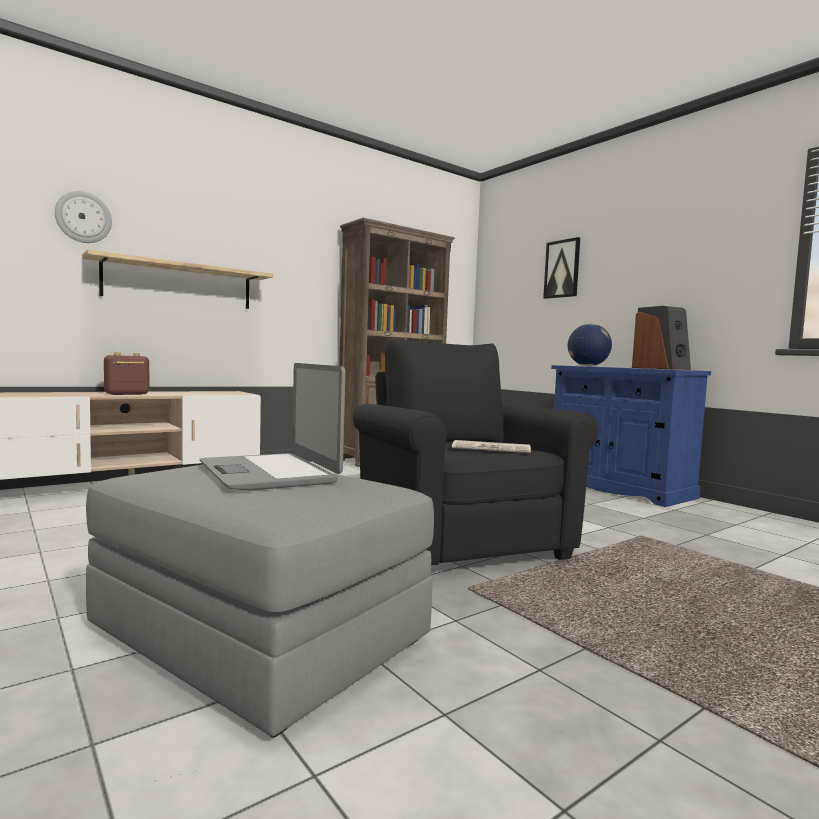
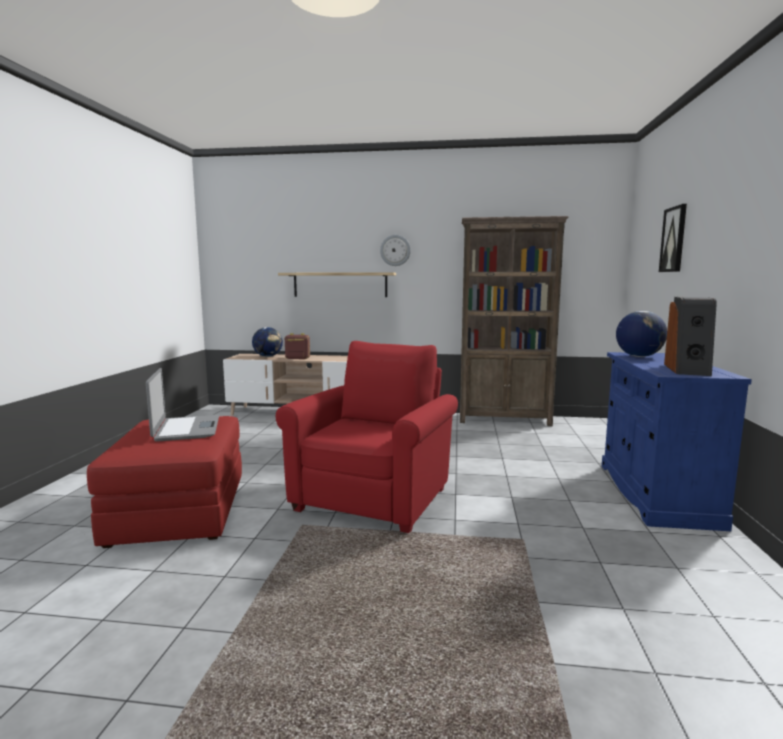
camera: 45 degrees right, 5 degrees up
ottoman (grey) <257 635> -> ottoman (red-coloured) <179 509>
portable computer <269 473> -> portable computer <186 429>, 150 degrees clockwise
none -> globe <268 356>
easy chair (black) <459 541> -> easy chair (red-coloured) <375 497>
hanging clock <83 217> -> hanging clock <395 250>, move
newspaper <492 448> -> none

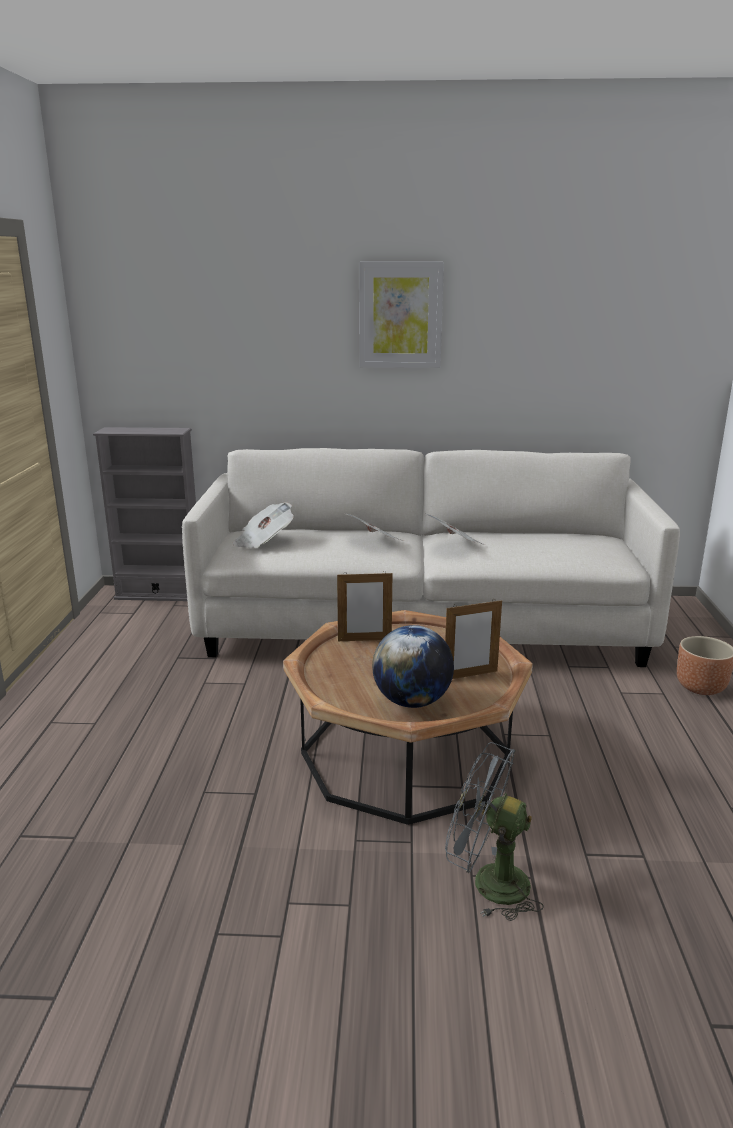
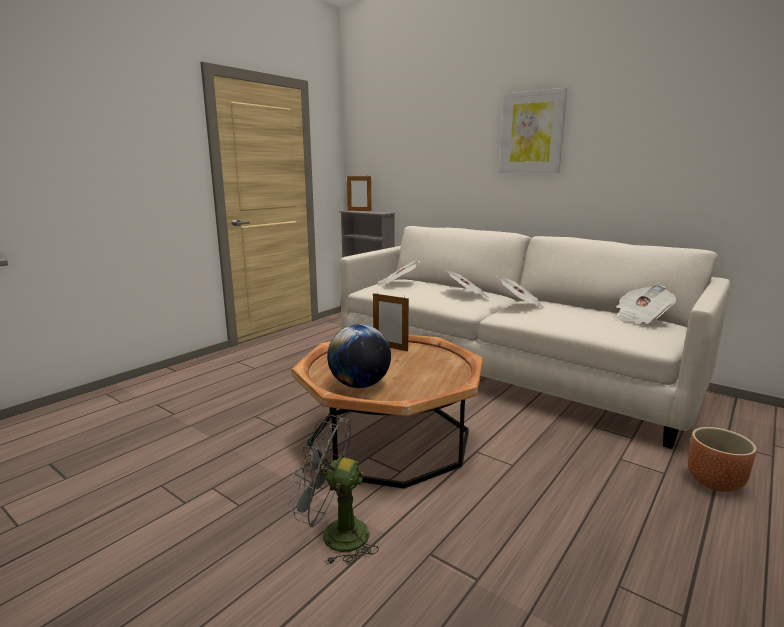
camera: 35 degrees right, 5 degrees down
electric fan (grey) <488 882> -> electric fan (grey) <334 535>, 45 degrees counterclockwise
picture frame <470 675> -> picture frame <359 210>, move
none -> newspaper <640 318>

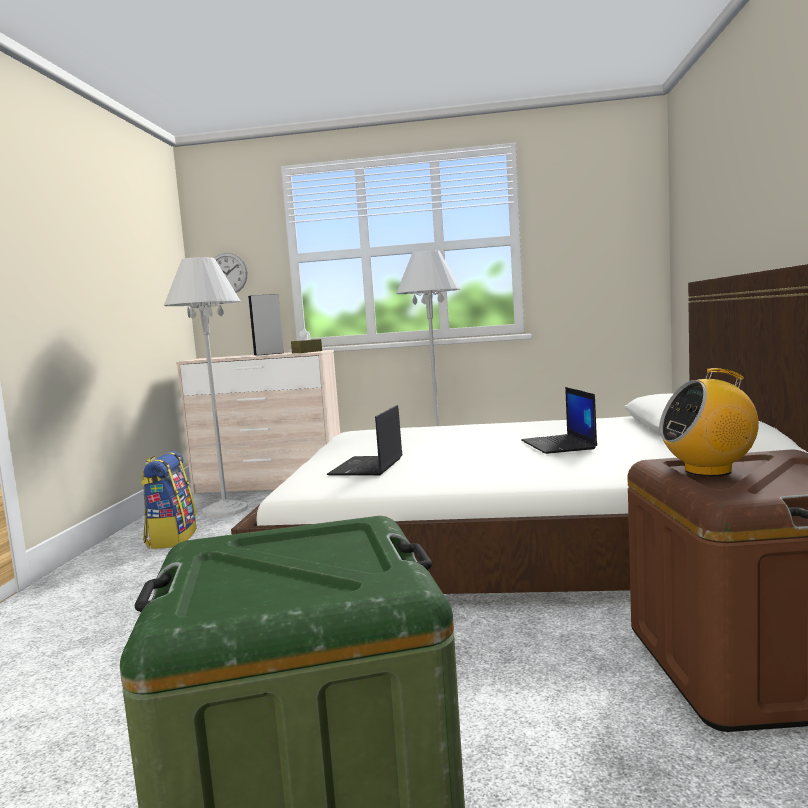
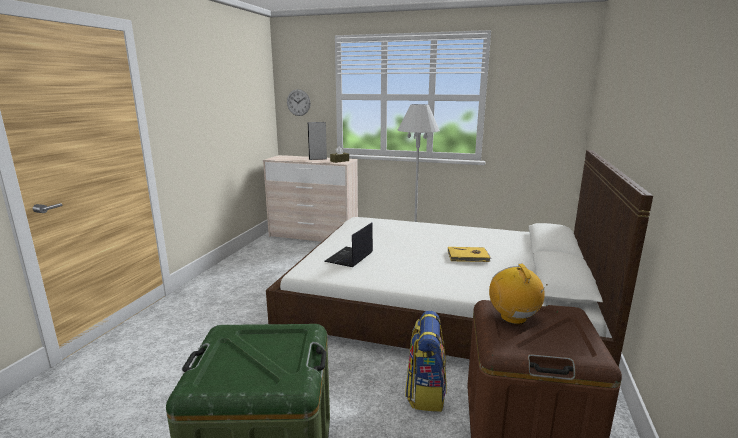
camera: 10 degrees right, 10 degrees up
knapsack <171 538> -> knapsack <425 392>, move
portable computer <559 445> -> volume (yellow) <468 256>
radio set <708 470> -> radio set <513 318>, 75 degrees clockwise
standing lamp (whitish) <225 510> -> none

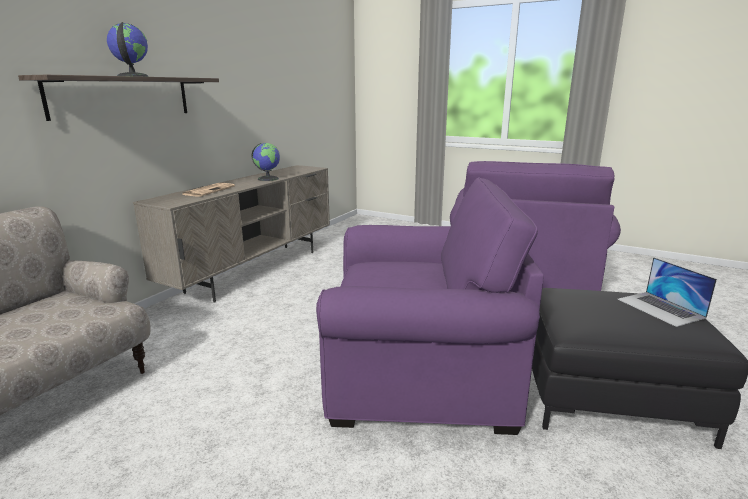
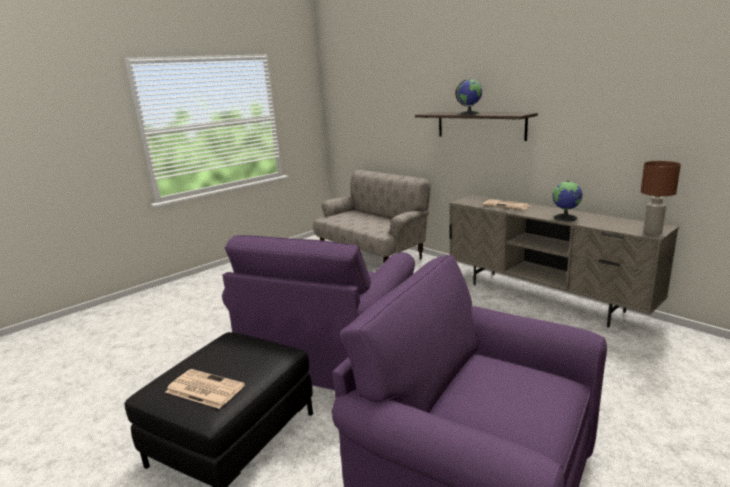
camera: 110 degrees right, 0 degrees up
portable computer <660 308> -> newspaper <203 389>
none -> table lamp (brownish) <652 232>

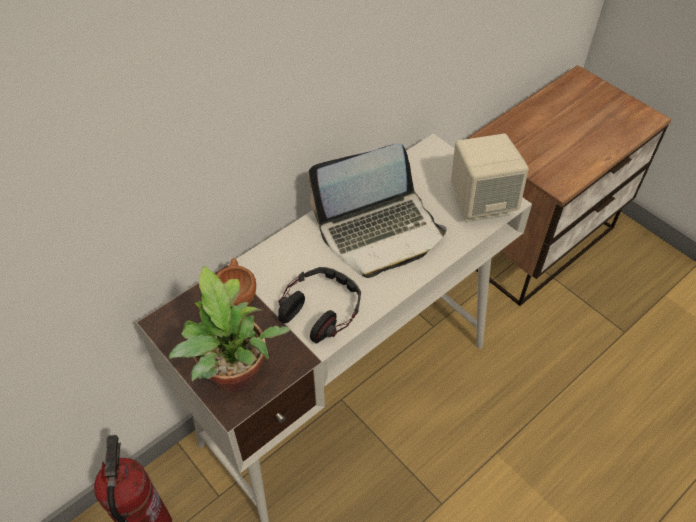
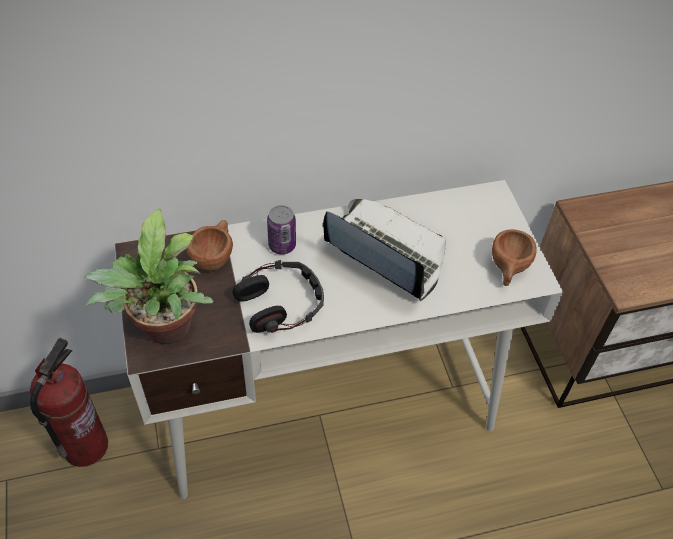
camera: 25 degrees right, 0 degrees up
none -> sealed can <282 245>
portable computer <379 231> -> portable computer <385 254>, 150 degrees counterclockwise
speaker (beige-coloured) <481 203> -> drinking cup (brownish) <508 269>

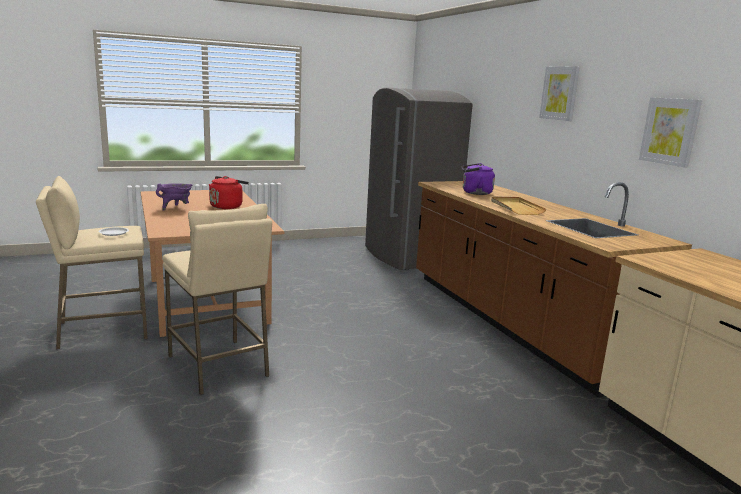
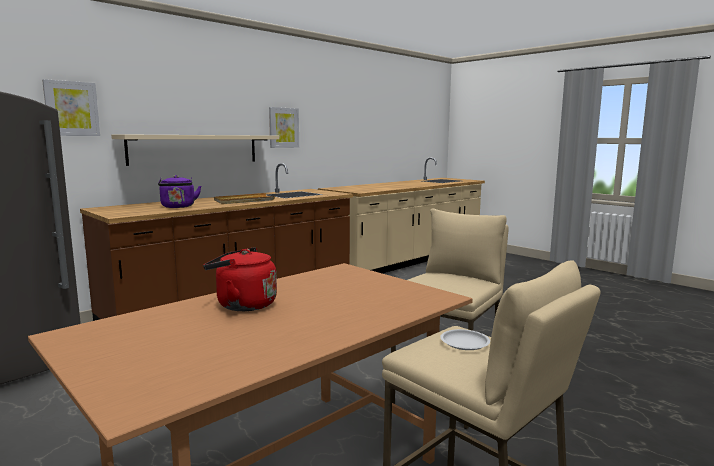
camera: 110 degrees left, 5 degrees down
picture <560 93> -> picture <71 108>, move
none -> shelf (beige-coloured) <195 149>
saucepot (purplish) <176 208> -> none

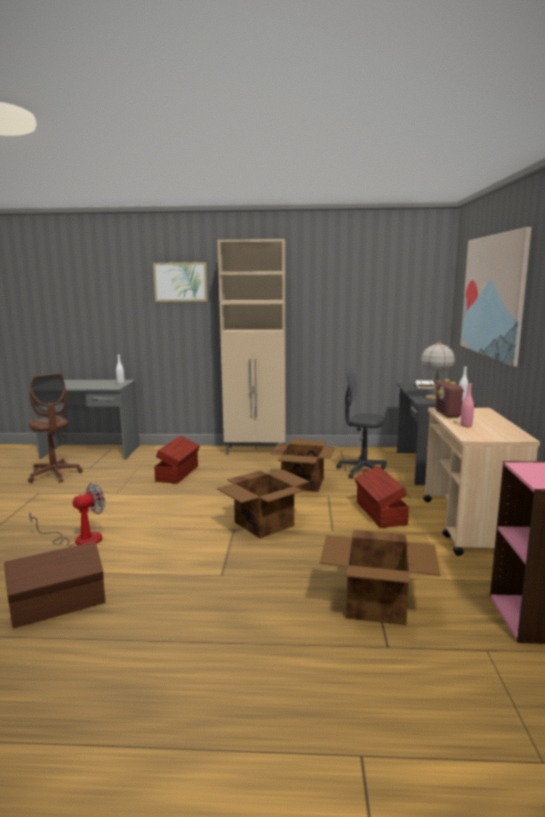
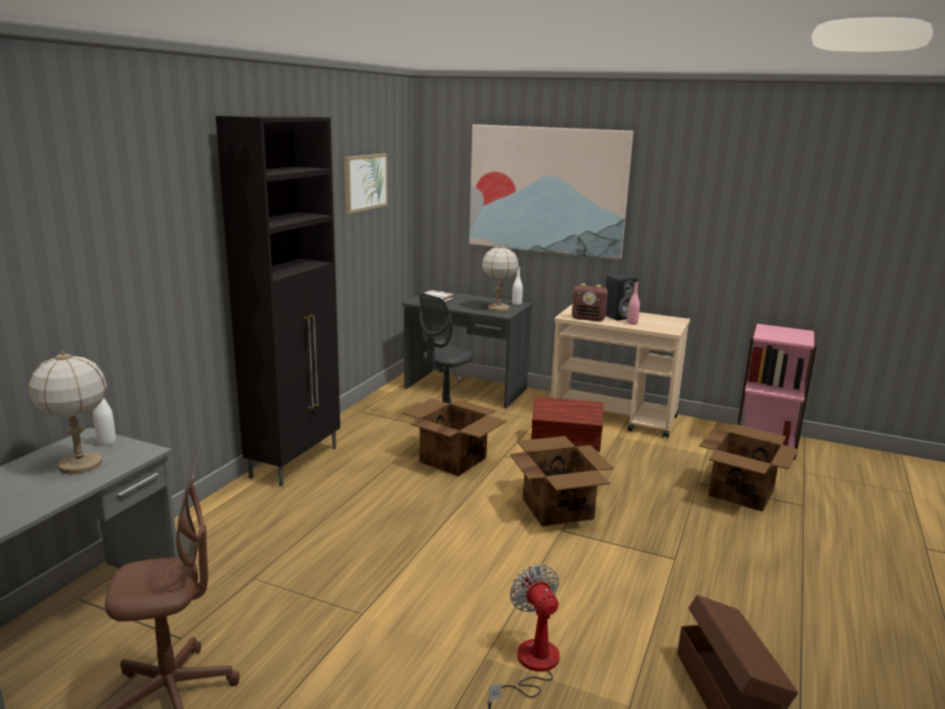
camera: 70 degrees left, 5 degrees up
none -> table lamp <80 465>
cupboard (beige-coloured) <256 451> -> cupboard (black) <296 462>
picture <180 282> -> picture <365 182>, move
none -> speaker (black) <619 316>
storage box (brownish) <178 473> -> none

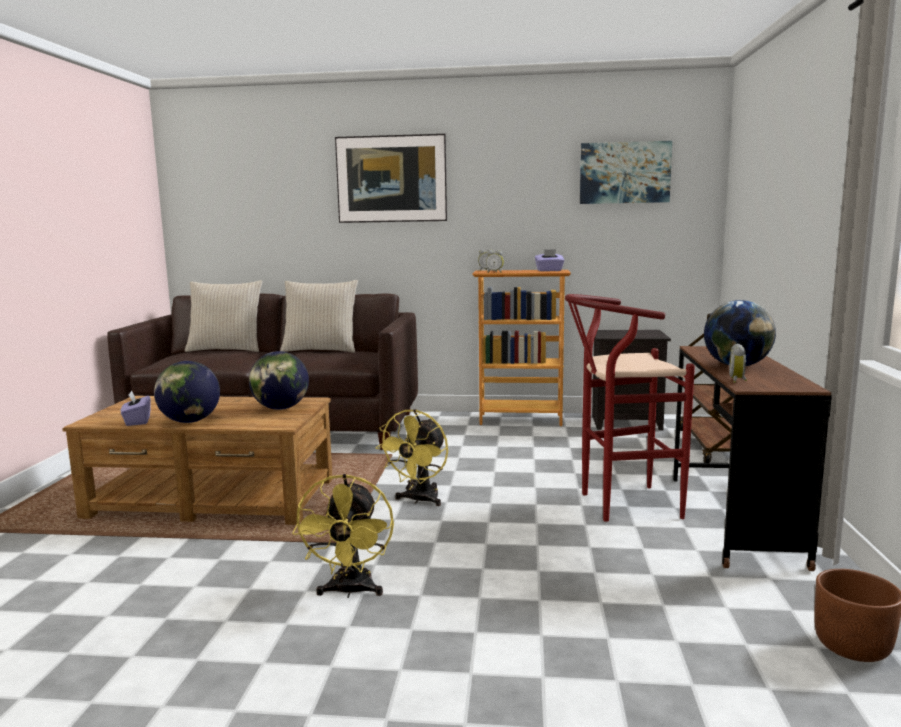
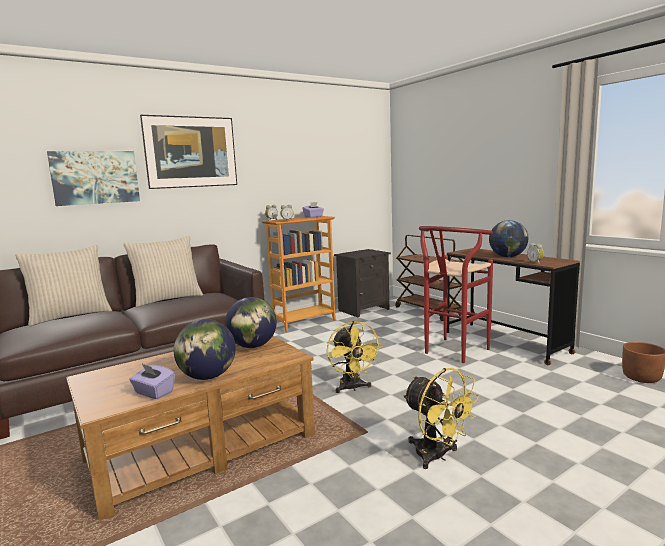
camera: 40 degrees left, 0 degrees up
picture <624 173> -> picture <95 177>, move

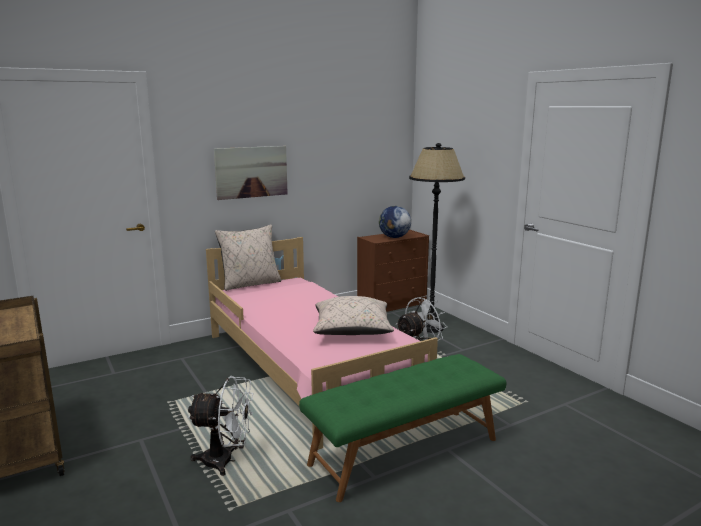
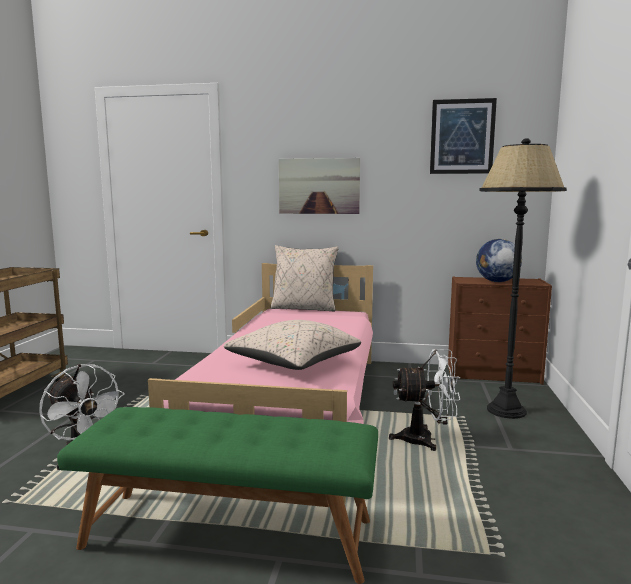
camera: 40 degrees right, 5 degrees down
none -> picture <462 137>

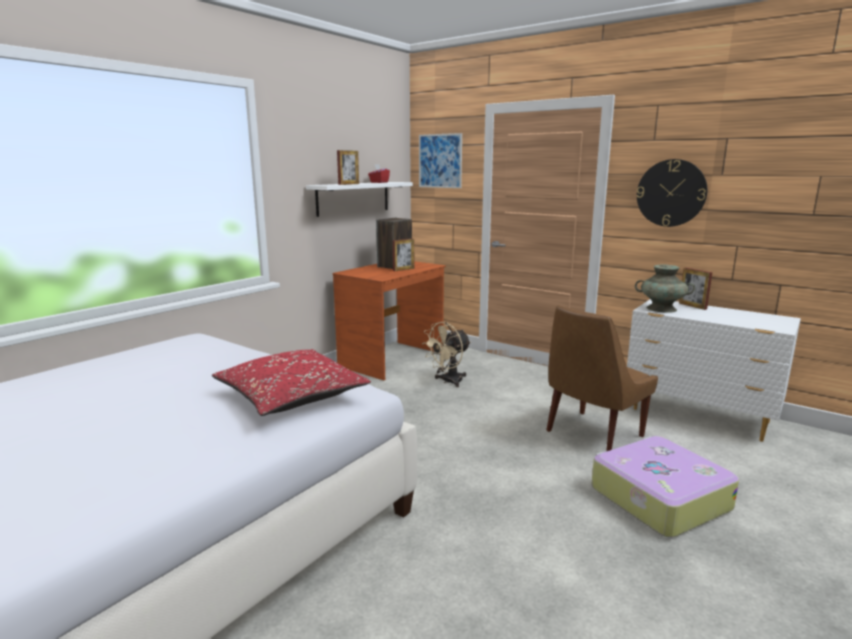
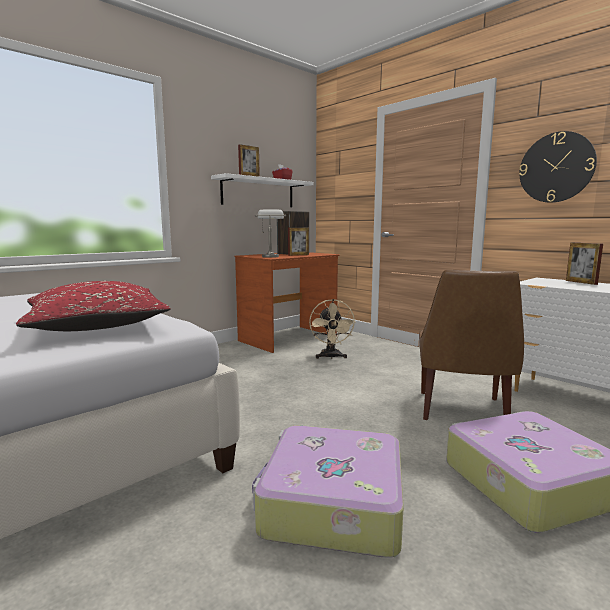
camera: 10 degrees right, 5 degrees down
none -> suitcase <331 504>
none -> table lamp (grey) <270 256>
electric fan (beige-coloured) <448 381> -> electric fan (beige-coloured) <331 357>, 60 degrees counterclockwise
upright chair (brownish) <592 434> -> upright chair (brownish) <461 411>, 45 degrees counterclockwise
picture <440 161> -> none
vase (turquoise) <661 309> -> none

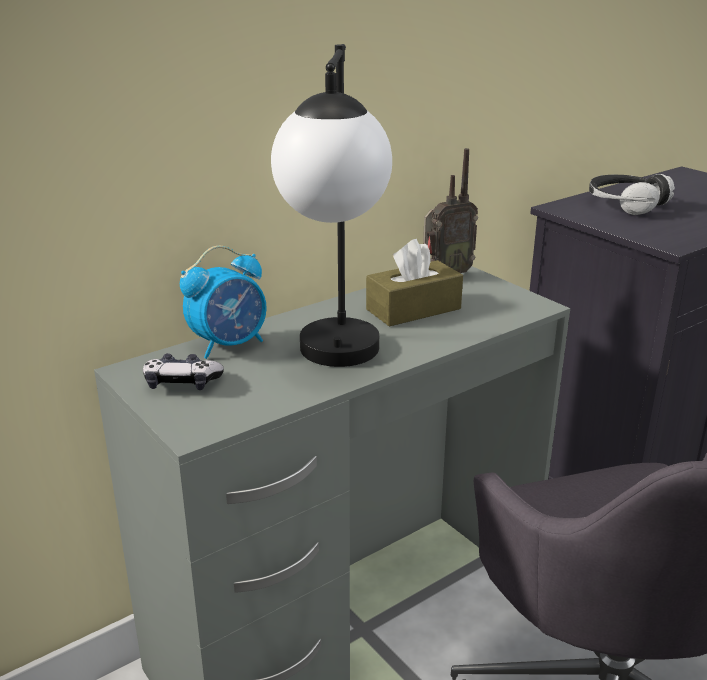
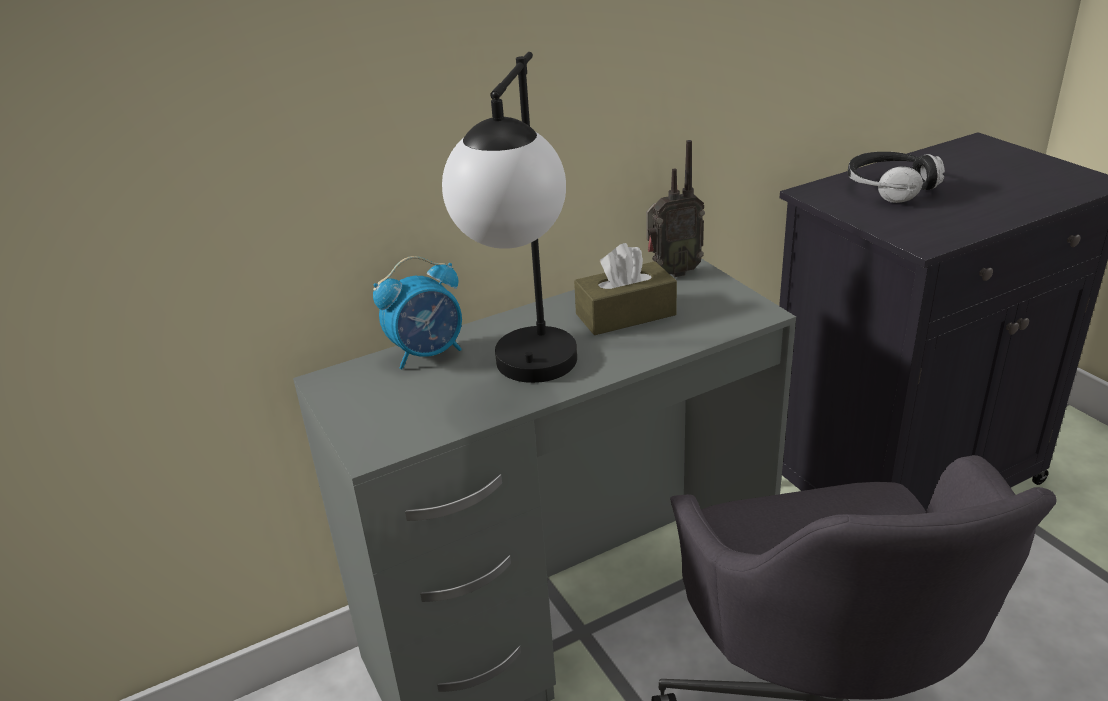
camera: 10 degrees right, 5 degrees up
game controller <182 383> -> none

